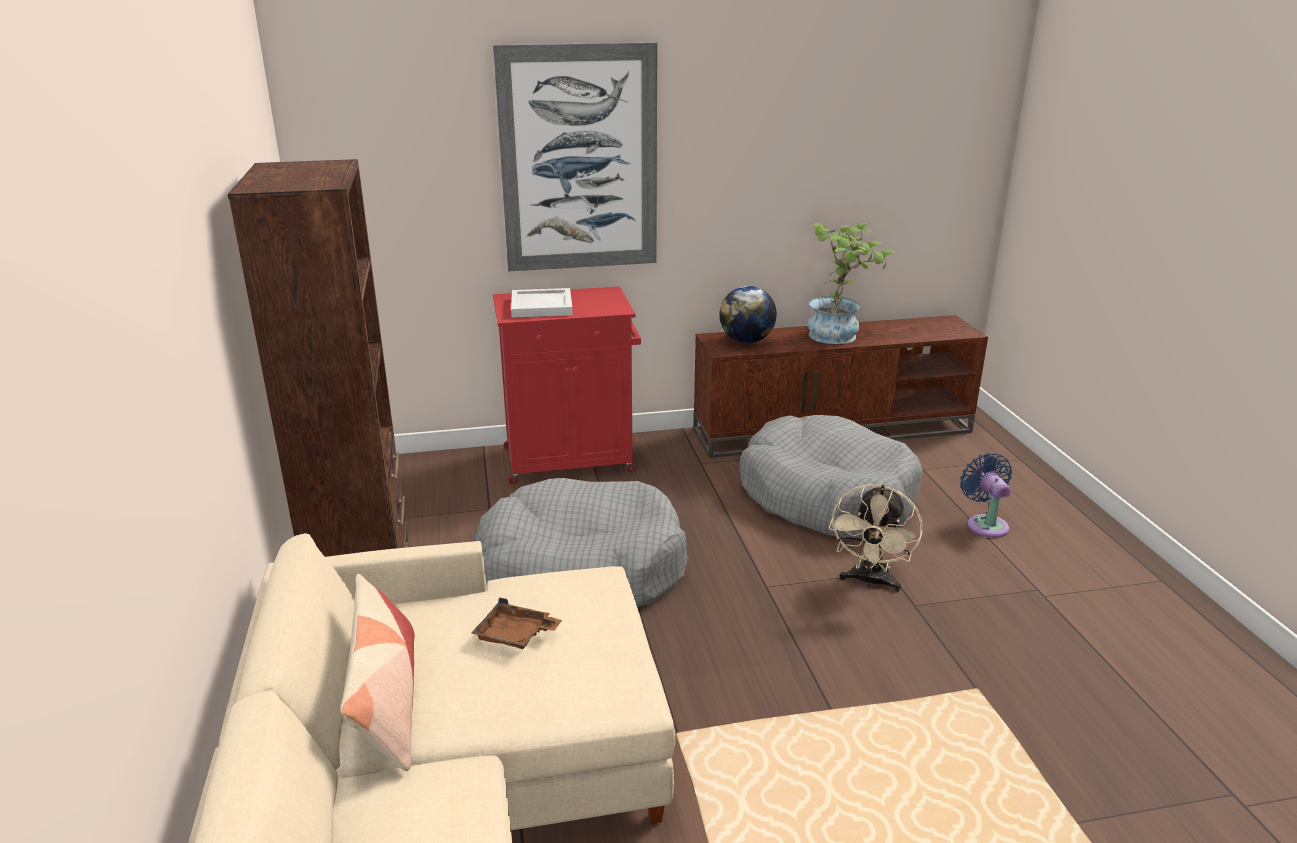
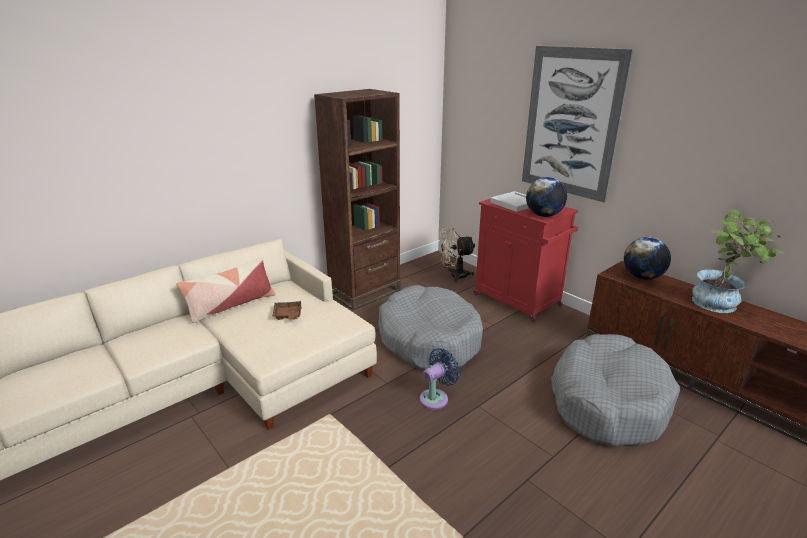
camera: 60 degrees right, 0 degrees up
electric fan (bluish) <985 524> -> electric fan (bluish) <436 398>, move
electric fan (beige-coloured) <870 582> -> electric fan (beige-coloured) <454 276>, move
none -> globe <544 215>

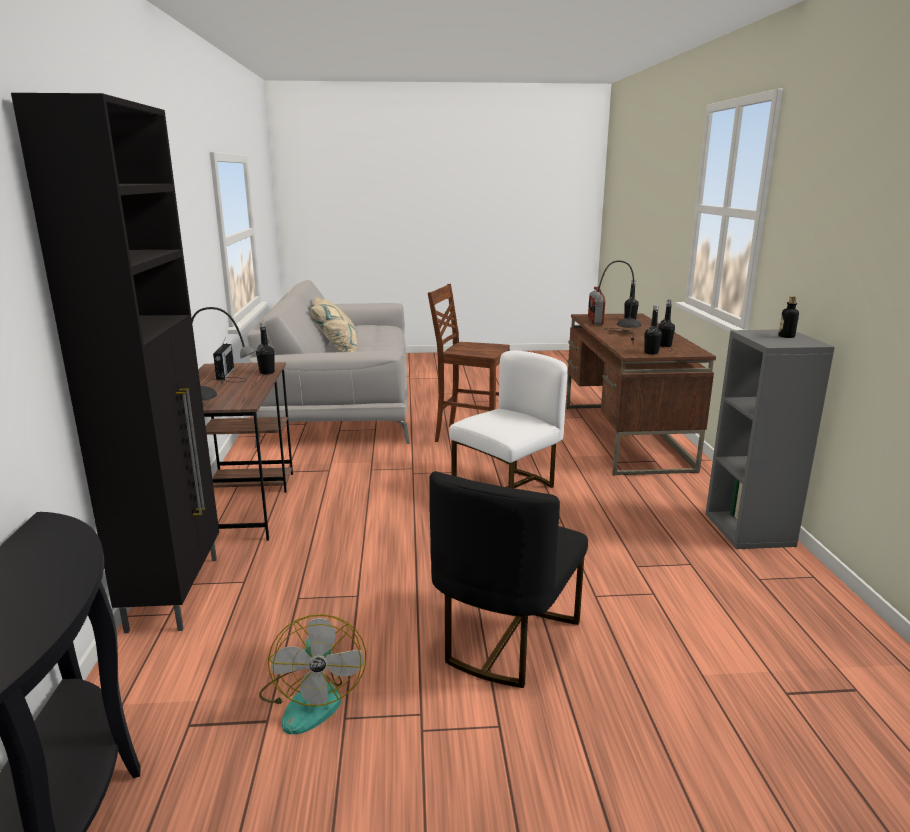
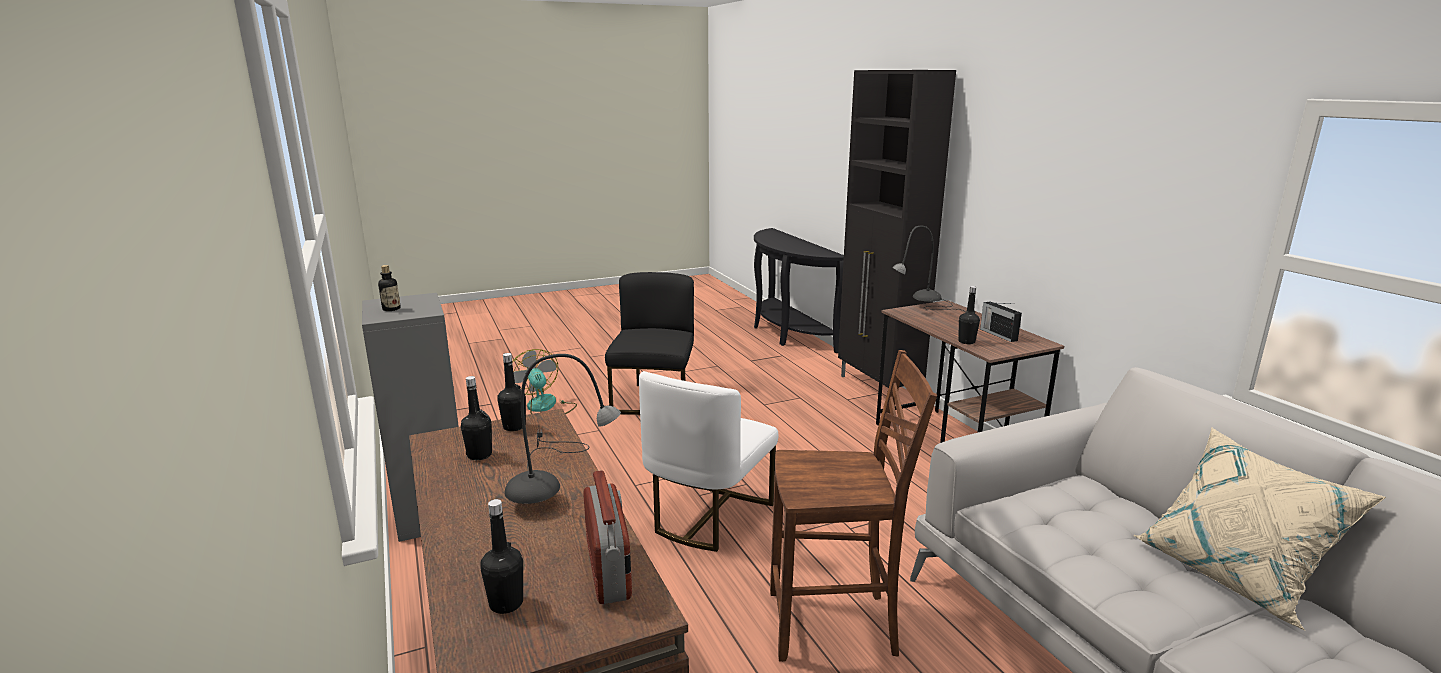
camera: 160 degrees right, 0 degrees up
electric fan <312 698> -> electric fan <545 407>, move

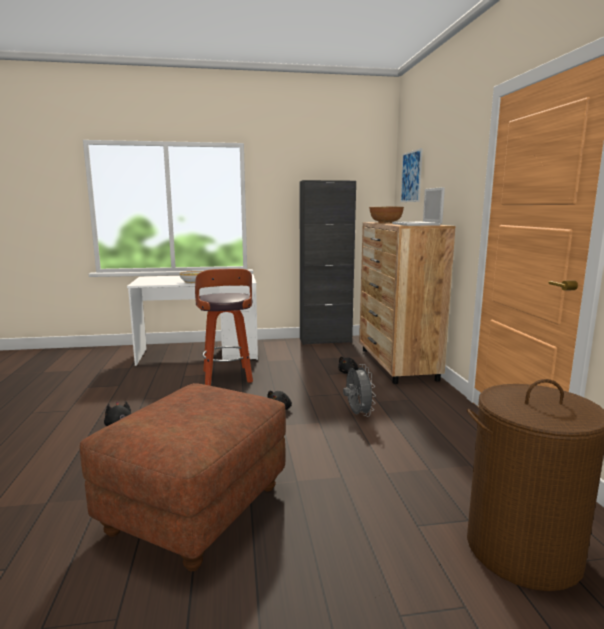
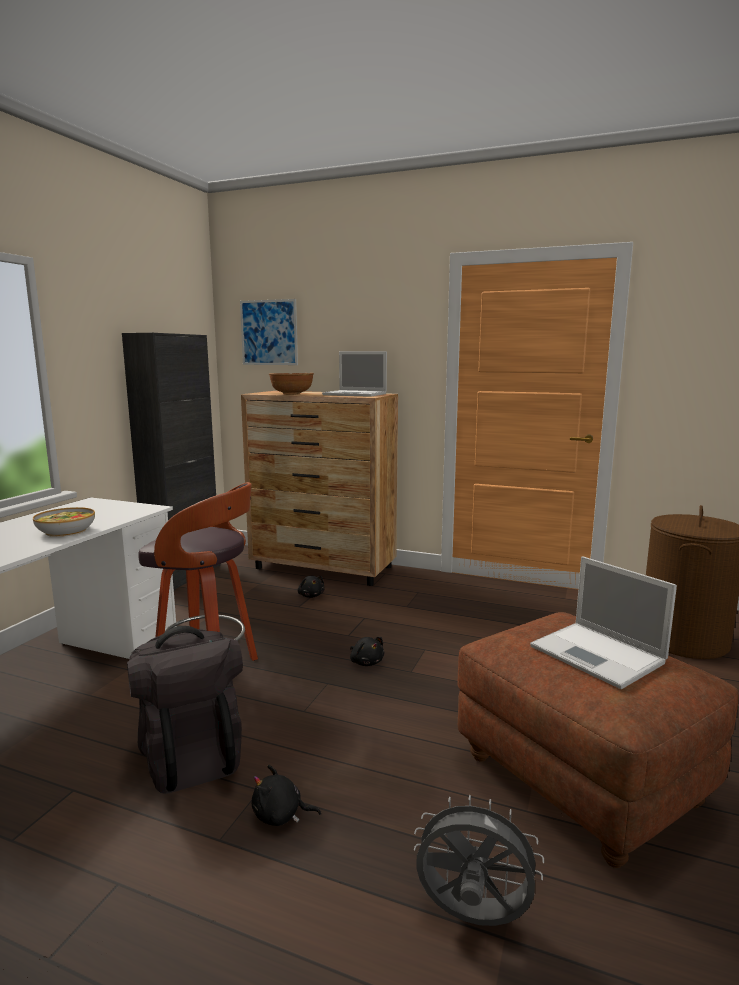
camera: 60 degrees left, 0 degrees up
none -> knapsack (black) <191 754>
electric fan (grey) <357 414> -> electric fan (grey) <472 919>, move
none -> portable computer <599 655>

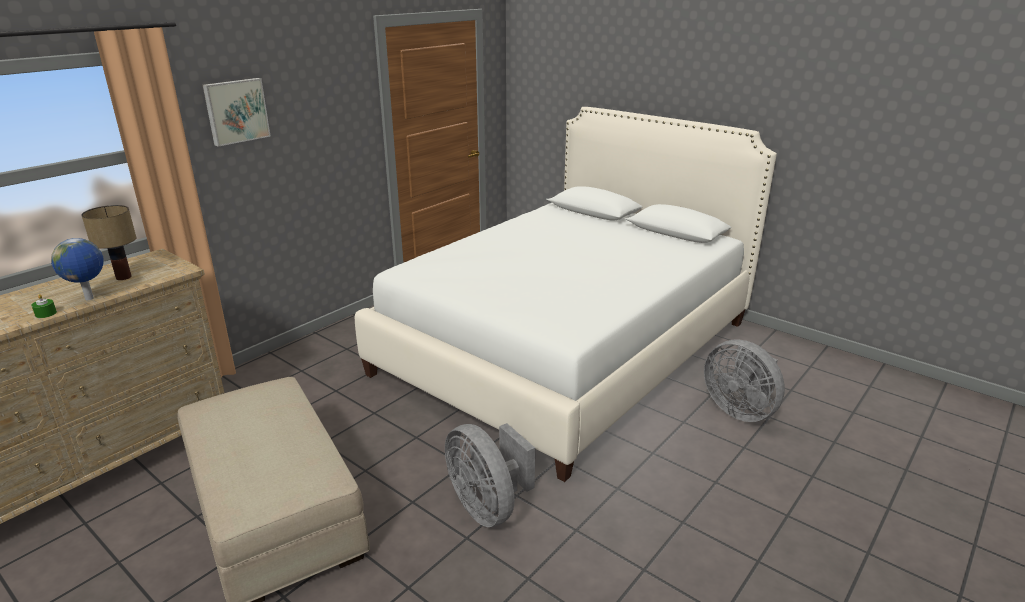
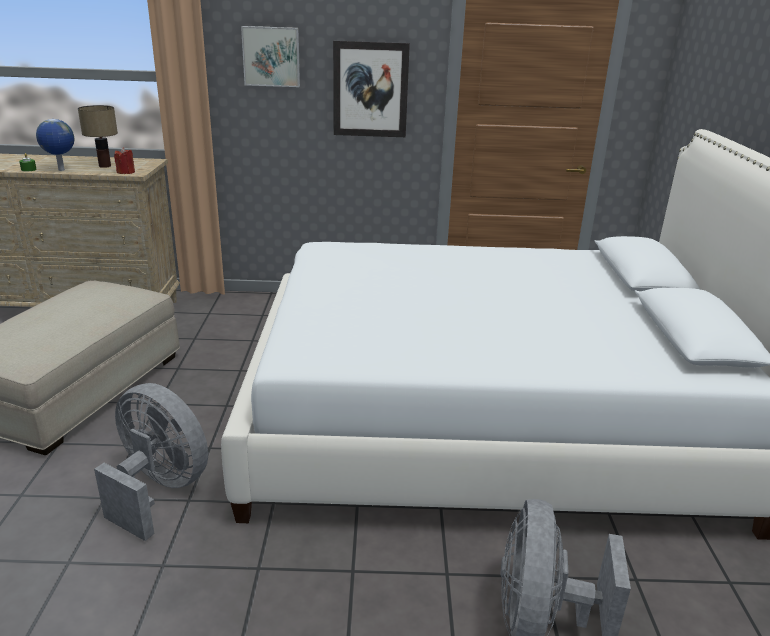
camera: 50 degrees right, 0 degrees up
electric fan (grey) <488 506> -> electric fan (grey) <158 490>, 105 degrees clockwise
none -> wax light (red-coloured) <126 172>
none -> picture <370 90>

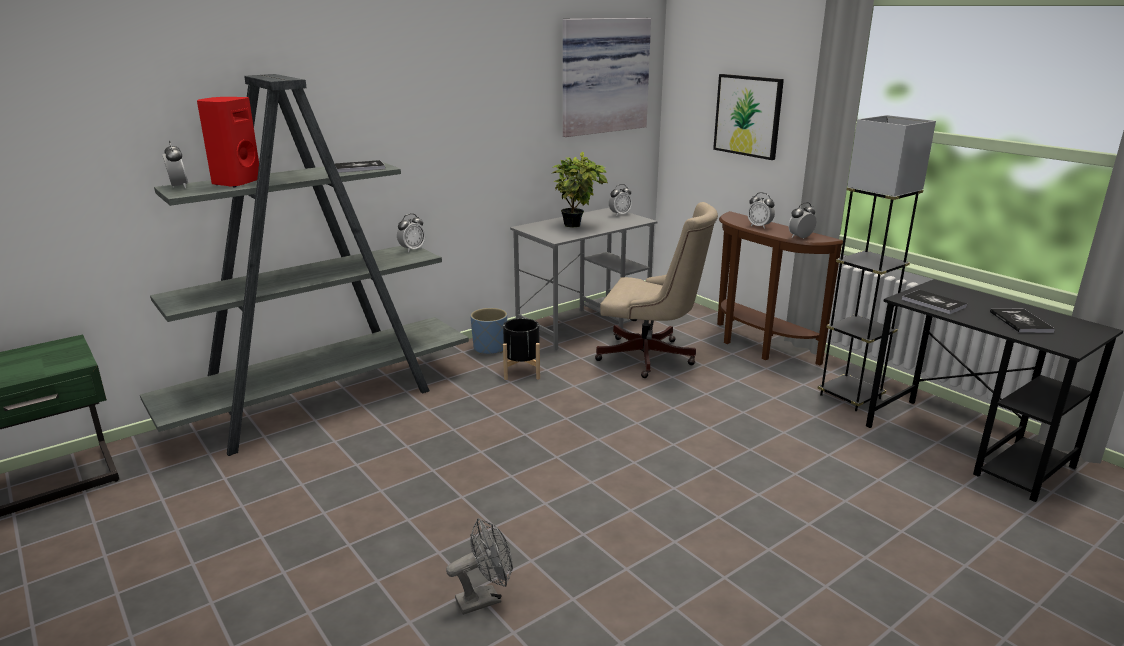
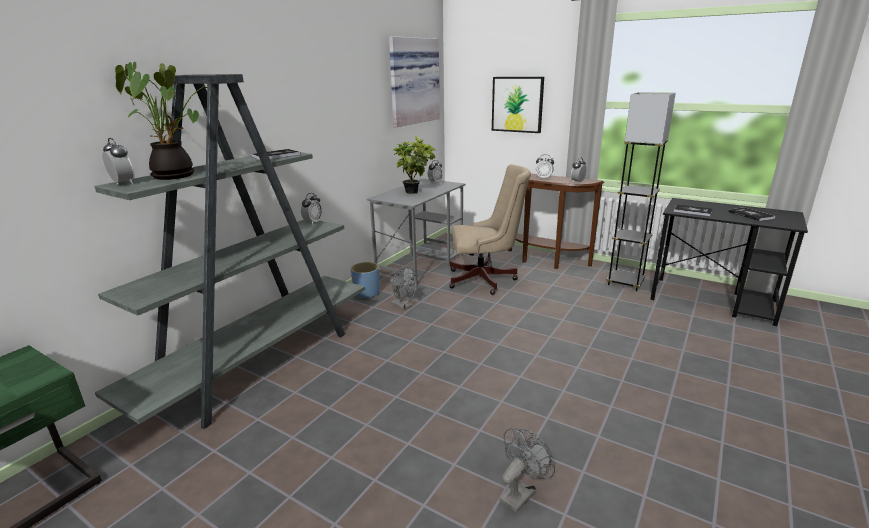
camera: 20 degrees left, 0 degrees up
speaker (red-coloured) <235 183> -> houseplant <177 175>
flower pot (black) <521 371> -> electric fan (grey) <404 306>

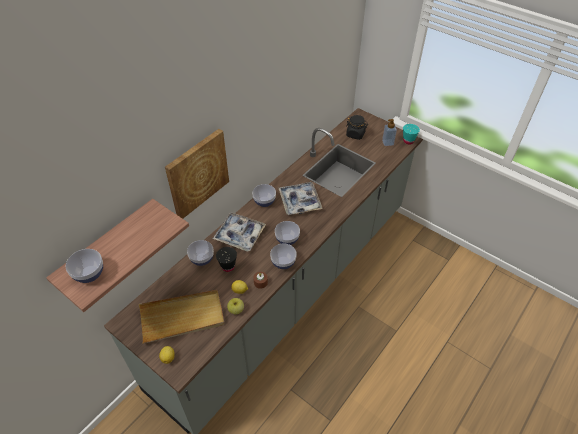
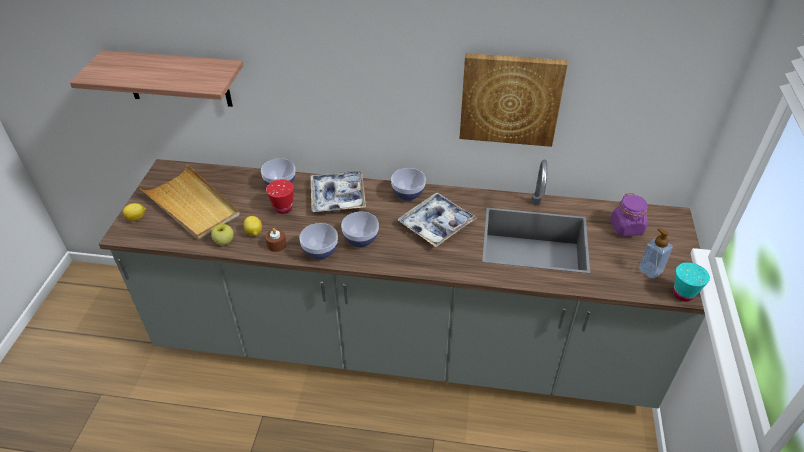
camera: 60 degrees right, 5 degrees down
drinking cup (black) <228 266> -> drinking cup (red-coloured) <283 208>
picture <197 173> -> picture <510 99>, move
preserve jar (black) <355 134> -> preserve jar (purplish) <626 227>
serving bowl <89 274> -> none

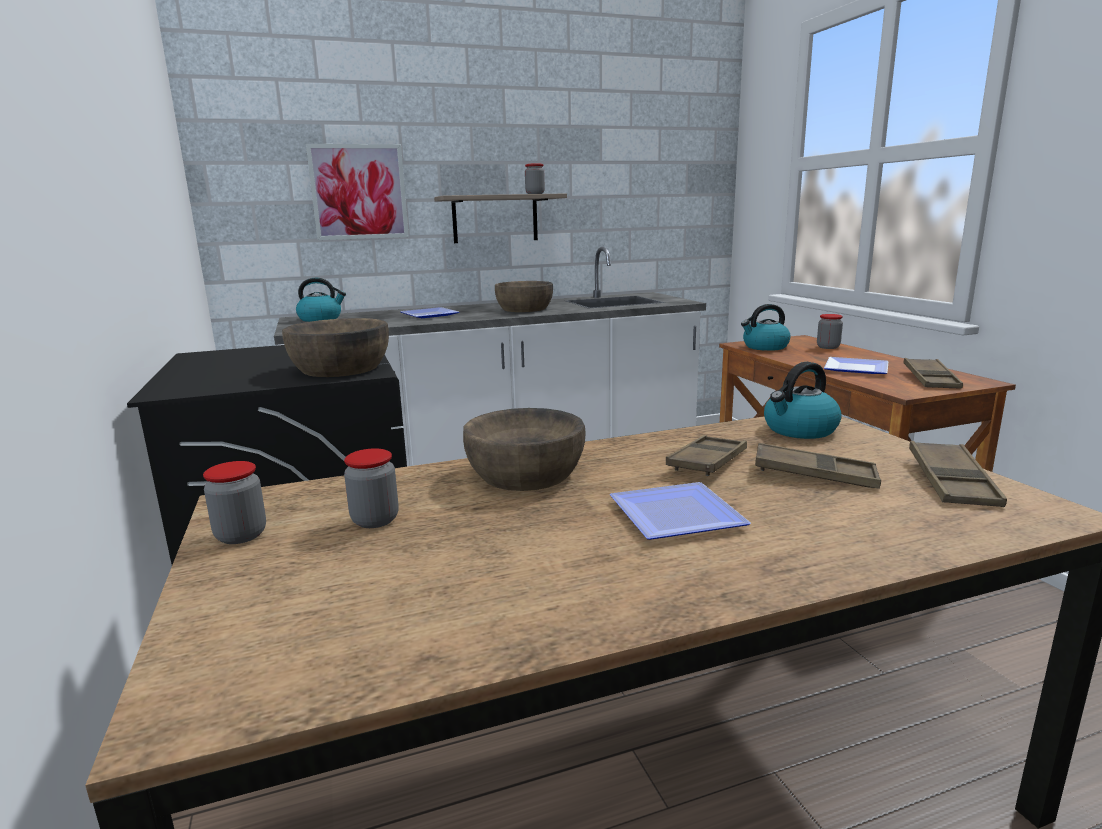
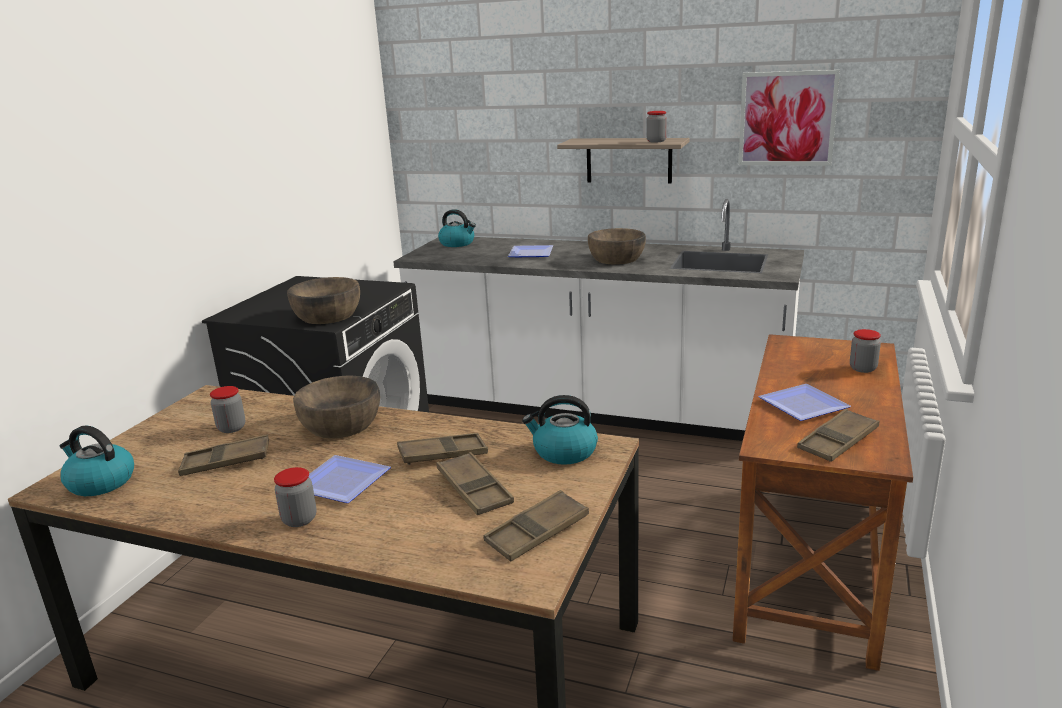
camera: 40 degrees right, 5 degrees up
tea kettle <765 347> -> tea kettle <100 482>, move
none -> tray (brownish) <226 461>
preserve jar <241 535> -> preserve jar <299 519>, move
picture <359 192> -> picture <787 118>, move

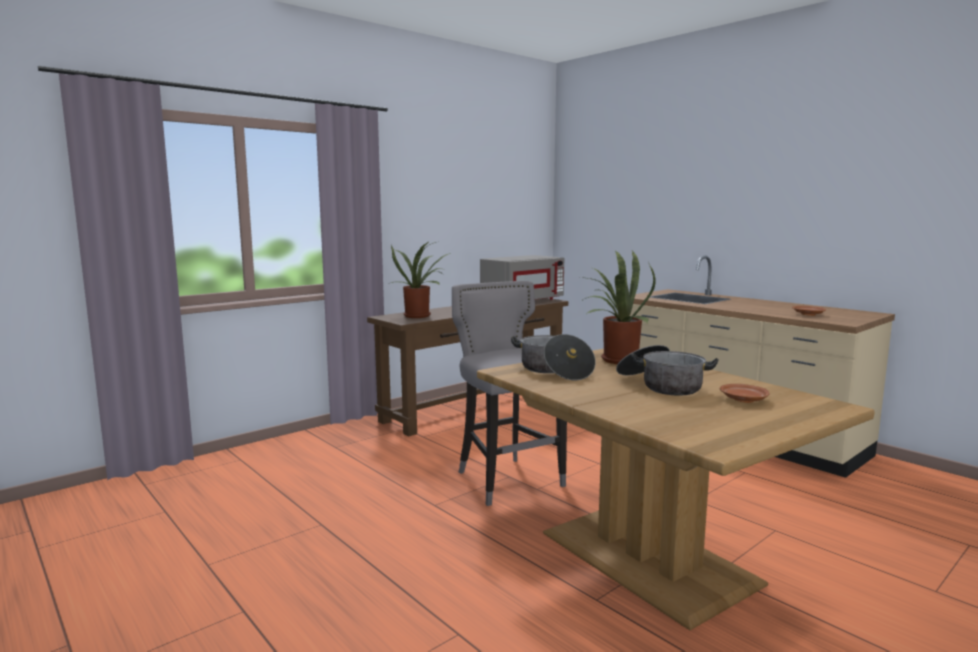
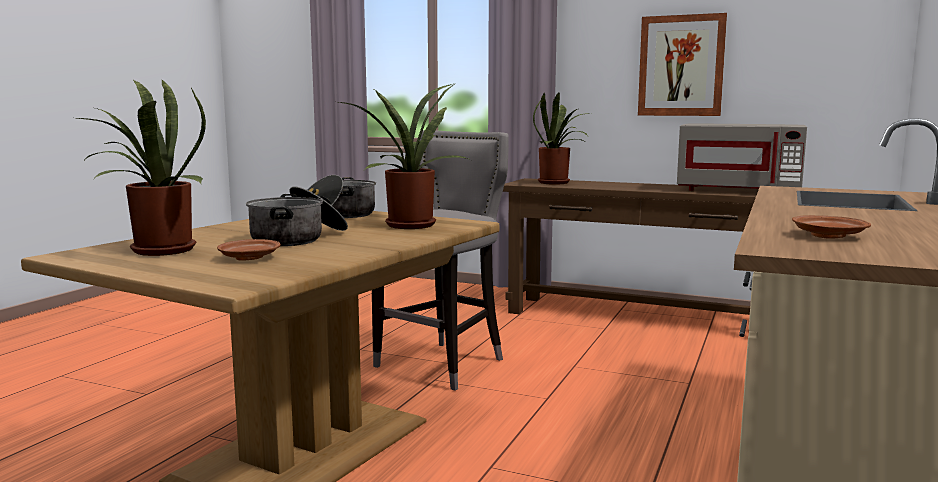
camera: 65 degrees right, 0 degrees up
none -> houseplant <156 251>
none -> picture <681 66>

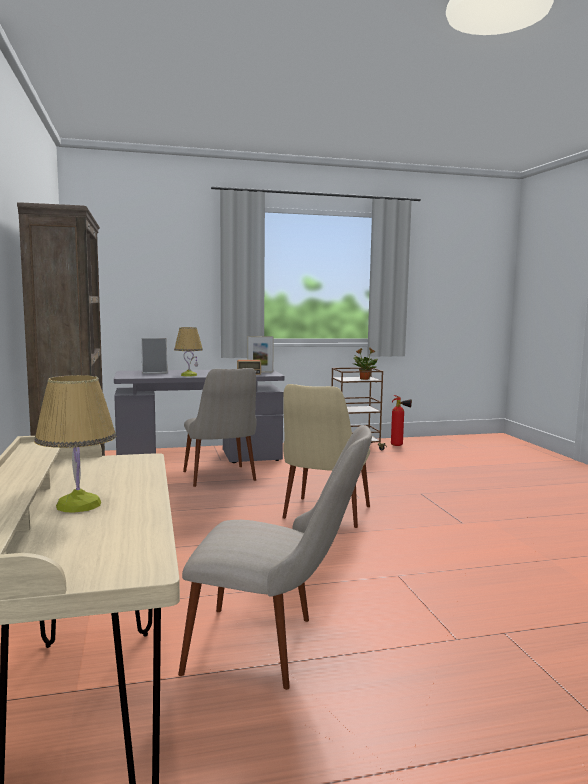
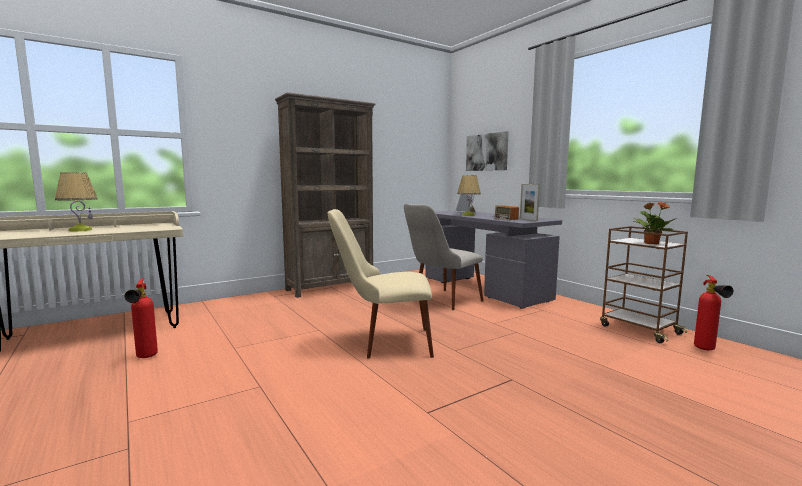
camera: 70 degrees right, 0 degrees up
upright chair (beige-coloured) <275 648> -> fire extinguisher <145 358>
none -> picture <487 152>

